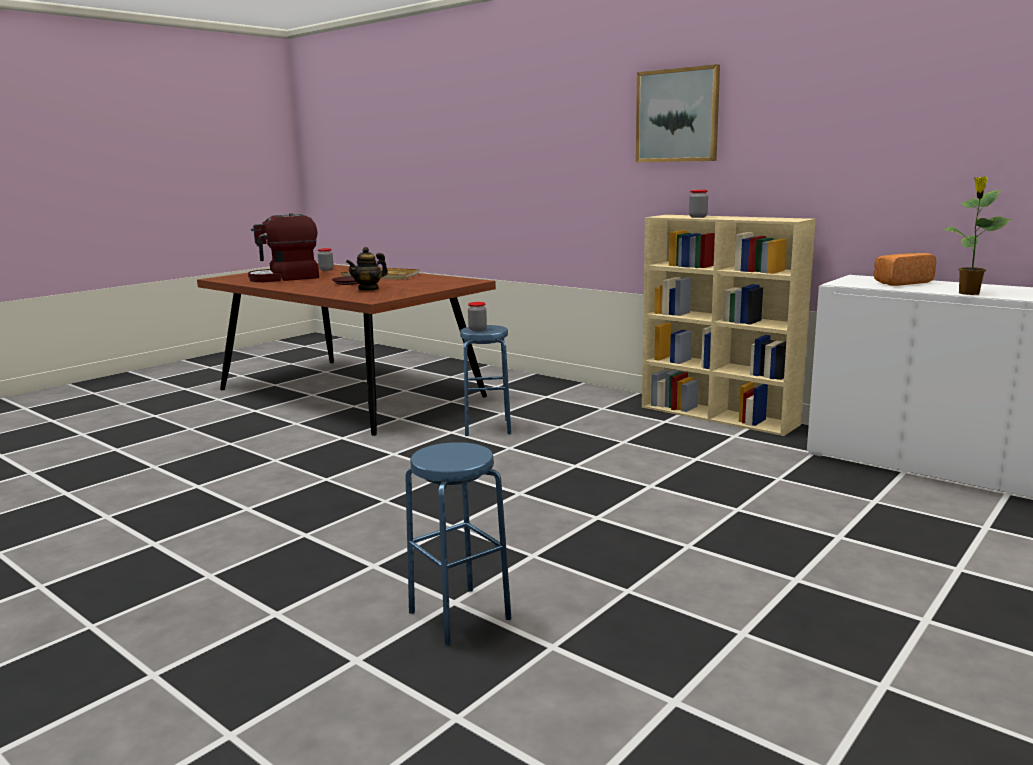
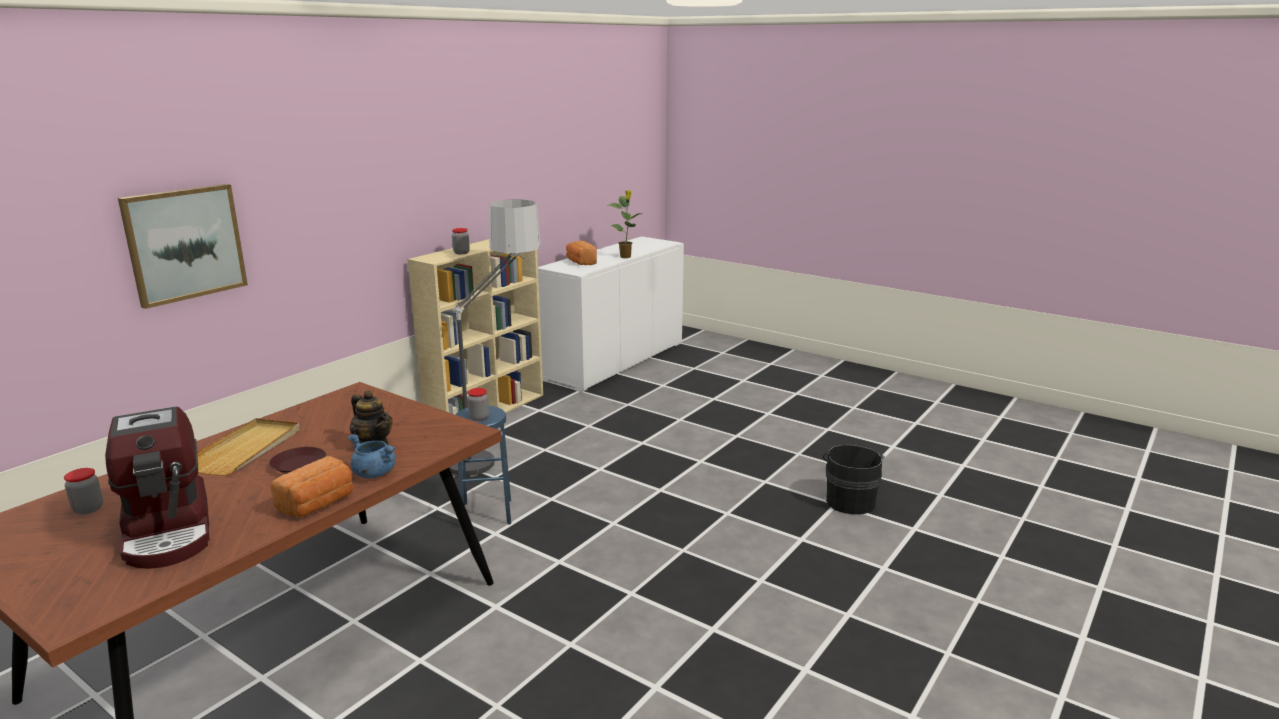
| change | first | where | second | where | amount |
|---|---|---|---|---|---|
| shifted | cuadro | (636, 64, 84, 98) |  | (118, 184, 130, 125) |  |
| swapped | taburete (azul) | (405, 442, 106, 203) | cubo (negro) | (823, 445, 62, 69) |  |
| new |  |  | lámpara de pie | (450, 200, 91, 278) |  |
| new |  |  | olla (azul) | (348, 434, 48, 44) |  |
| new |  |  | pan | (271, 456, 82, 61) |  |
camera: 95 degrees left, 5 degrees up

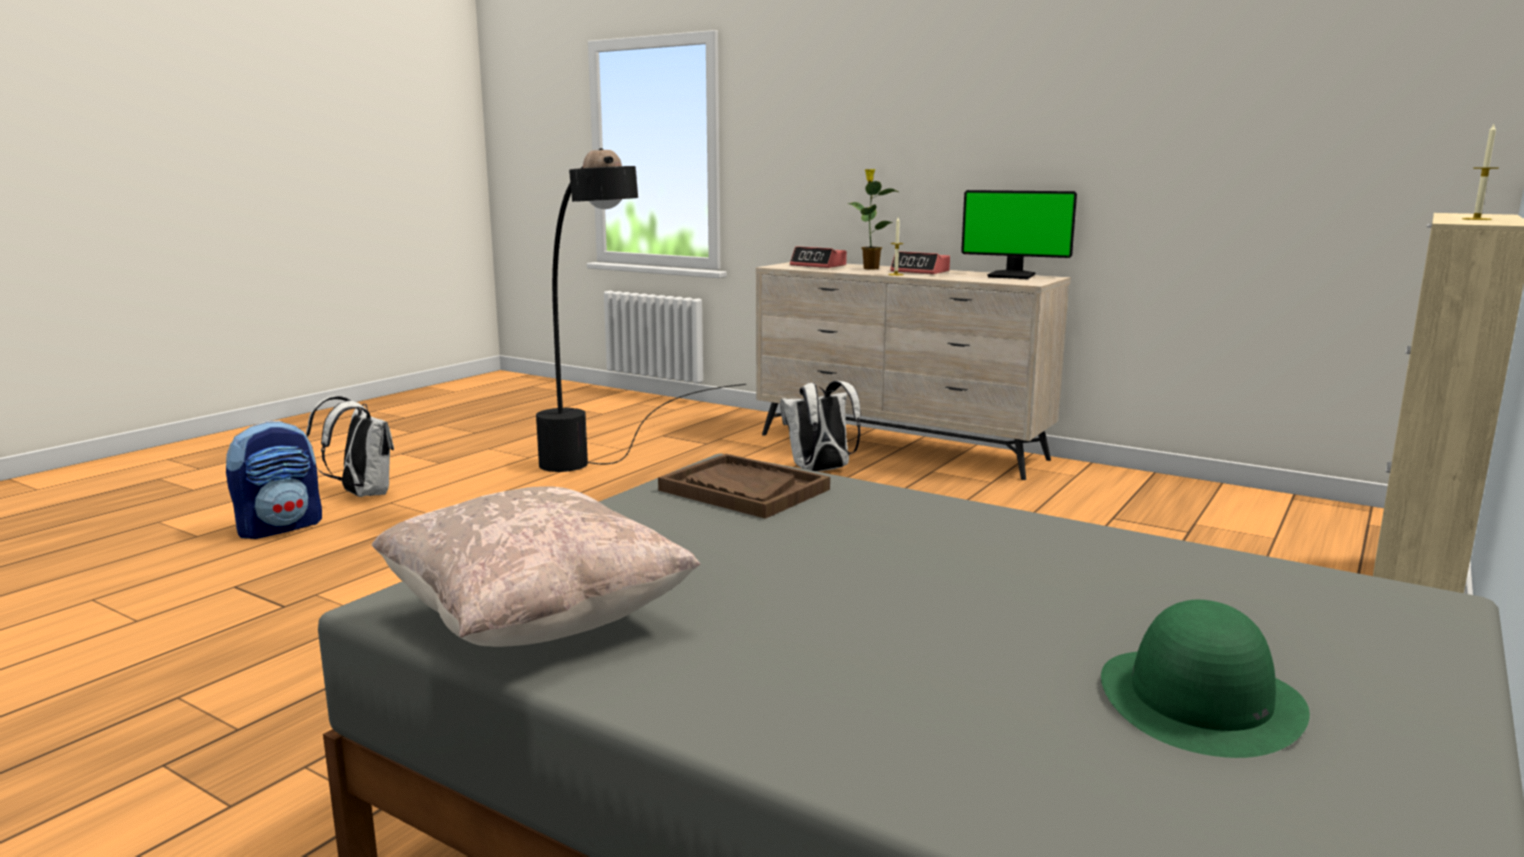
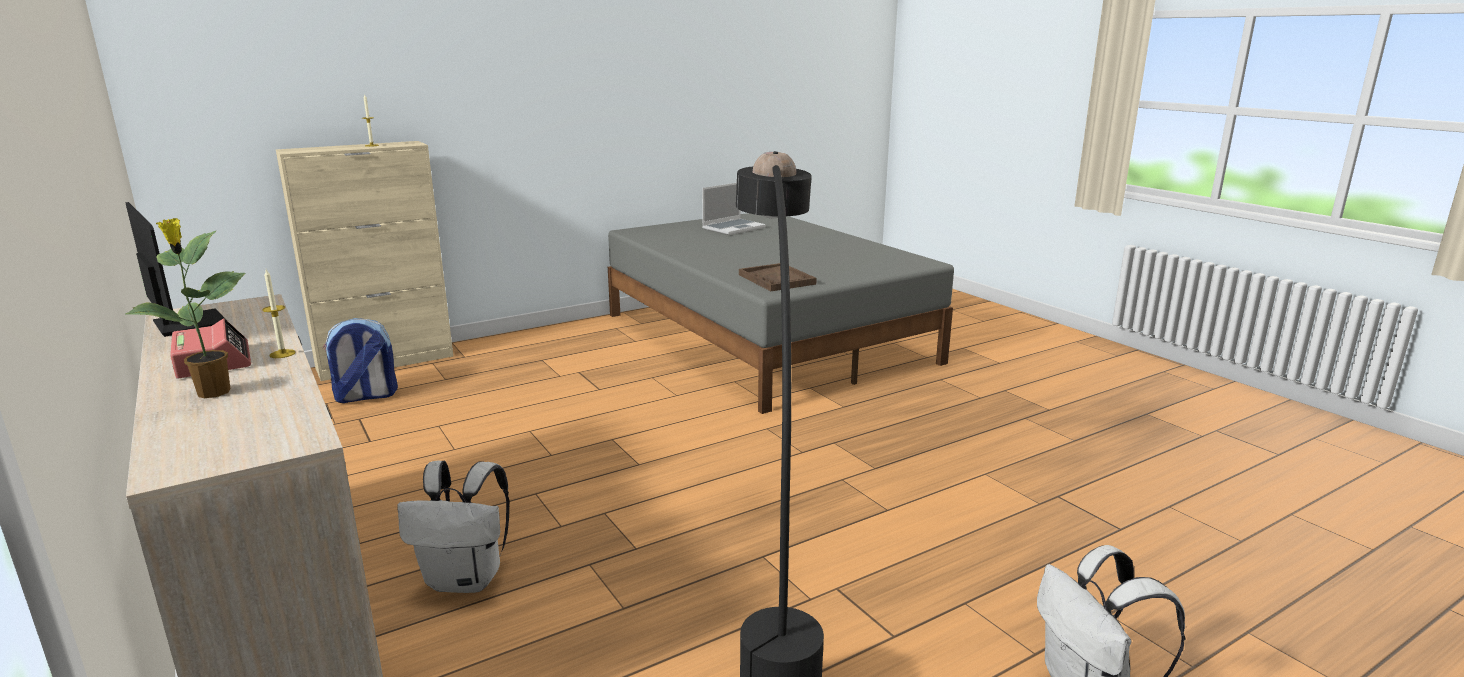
| change | first | where | second | where | amount |
|---|---|---|---|---|---|
| gone | despertador | (790, 246, 57, 22) |  |  |  |
| shifted | mochila | (226, 420, 96, 119) |  | (323, 318, 75, 85) |  |
| gone | cojín (beis) | (372, 486, 329, 161) |  |  |  |
| swapped | sombrero (verde) | (1101, 600, 209, 158) | portátil | (702, 183, 64, 52) |  |
camera: 155 degrees left, 5 degrees up

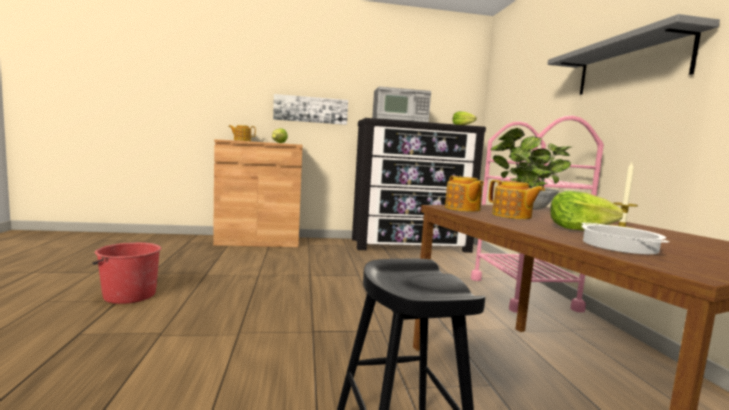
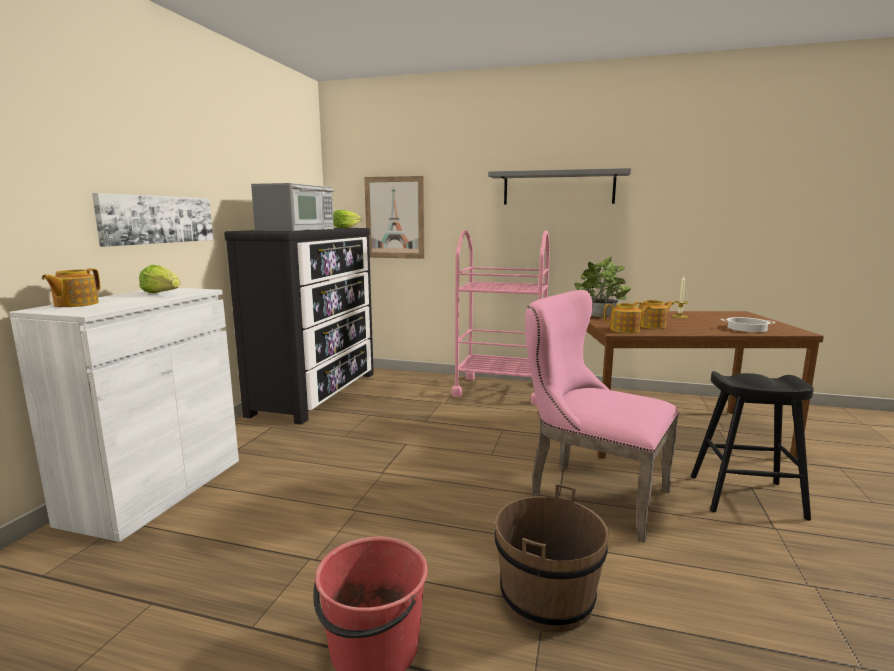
| change | first | where | second | where | amount |
|---|---|---|---|---|---|
| repainted | armario (marrón) | (213, 139, 90, 108) | armario (blanco) | (9, 288, 230, 254) |  |
| gone | lechuga | (550, 191, 73, 40) |  |  |  |
| new |  |  | cuadro | (364, 176, 61, 83) |  |
| new |  |  | silla (rosa) | (525, 290, 154, 253) |  |
| new |  |  | cubo (marrón) | (495, 484, 114, 149) |  |
camera: 65 degrees left, 5 degrees up

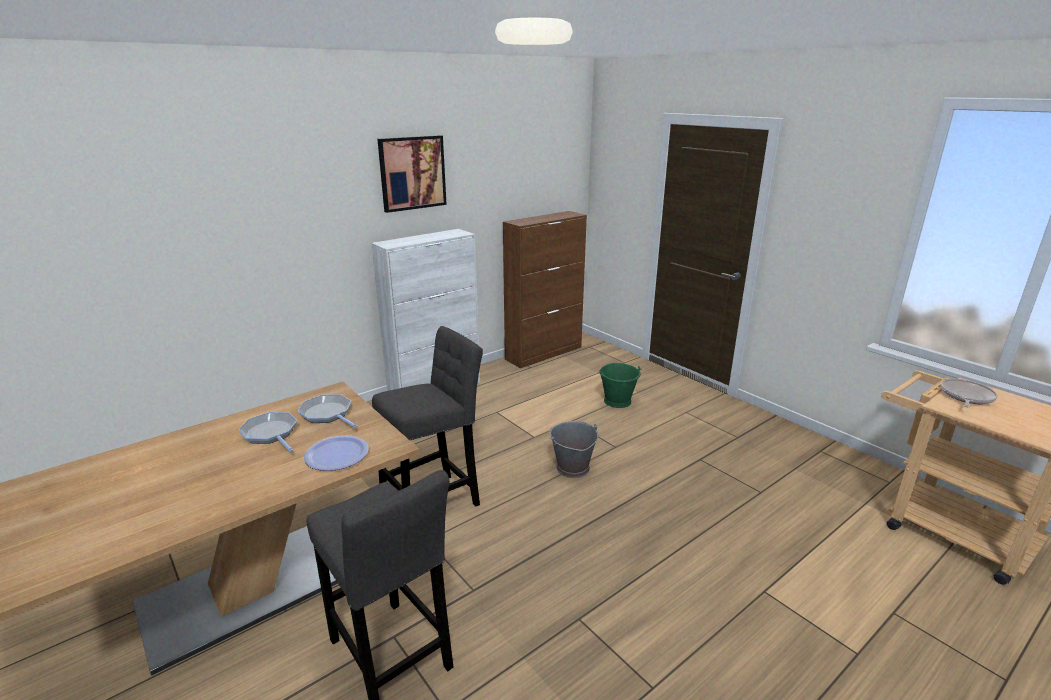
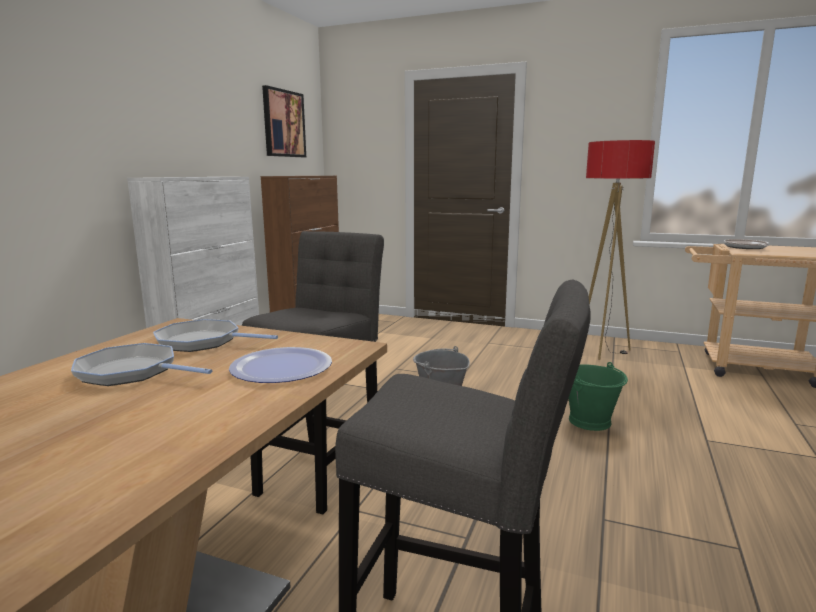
| change | first | where | second | where | amount |
|---|---|---|---|---|---|
| shifted | cuadro | (377, 135, 70, 78) |  | (262, 85, 44, 72) |  |
| shifted | cubo (verde) | (599, 363, 43, 45) |  | (569, 362, 59, 69) |  |
| new |  |  | lámpara de pie | (586, 140, 69, 220) |  |
camera: 30 degrees left, 10 degrees down

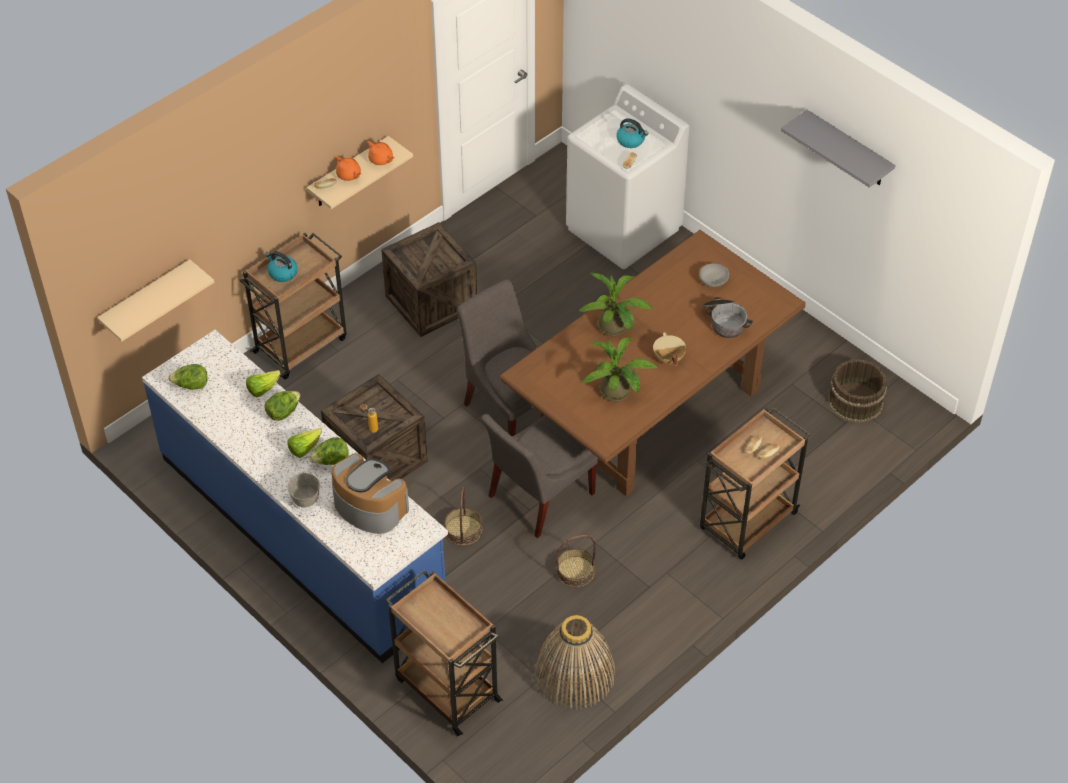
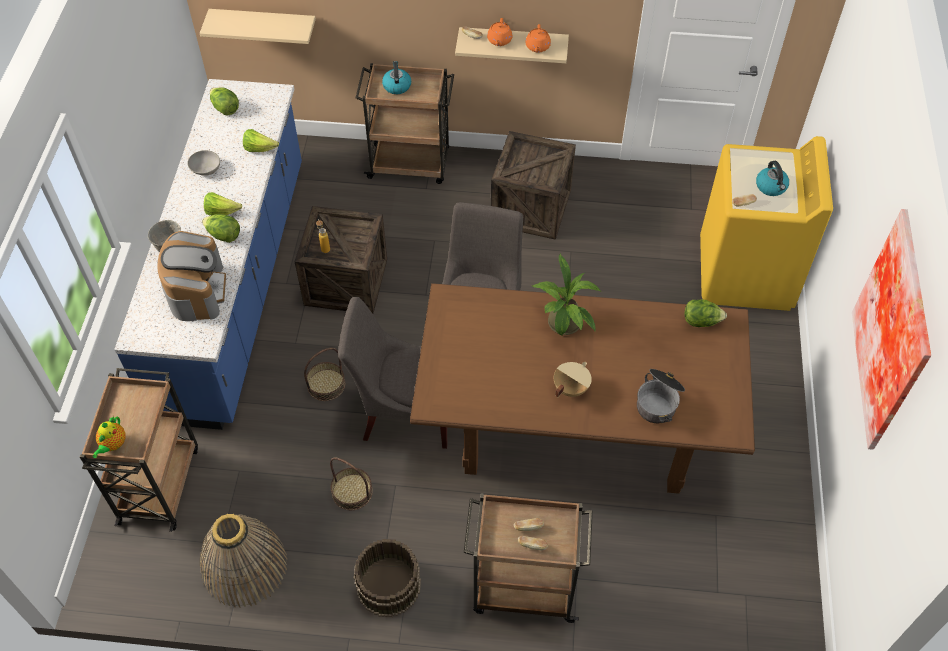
| change | first | where | second | where | amount |
|---|---|---|---|---|---|
| repainted | lavadora (blanco) | (566, 84, 123, 185) | lavadora (amarillo) | (700, 136, 133, 175) |  |
| swapped | estante (gris) | (781, 110, 115, 78) | cuadro | (852, 209, 79, 241) |  |
| shifted | cuenco (gris) | (699, 264, 30, 23) |  | (187, 150, 33, 26) |  |
| gone | planta en maceta | (581, 338, 78, 64) |  |  |  |
| shifted | cubo (marrón) | (828, 359, 59, 64) |  | (354, 539, 67, 78) |  |
| shifted | lechuga | (264, 391, 36, 30) |  | (685, 299, 42, 28) |  |
| new |  |  | tetera | (92, 416, 33, 42) |  |
camera: 50 degrees right, 5 degrees up

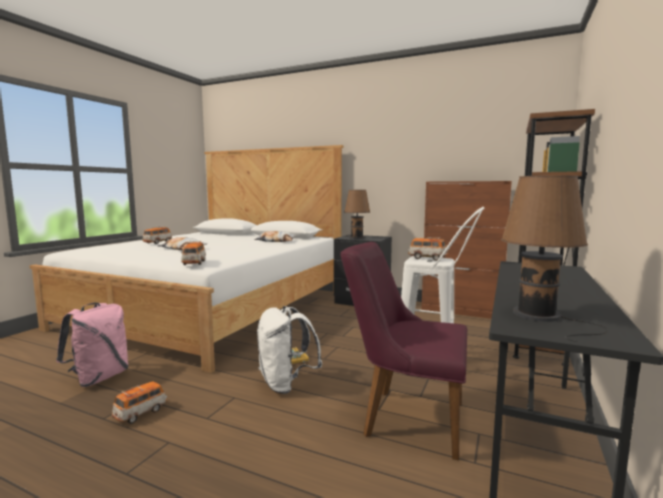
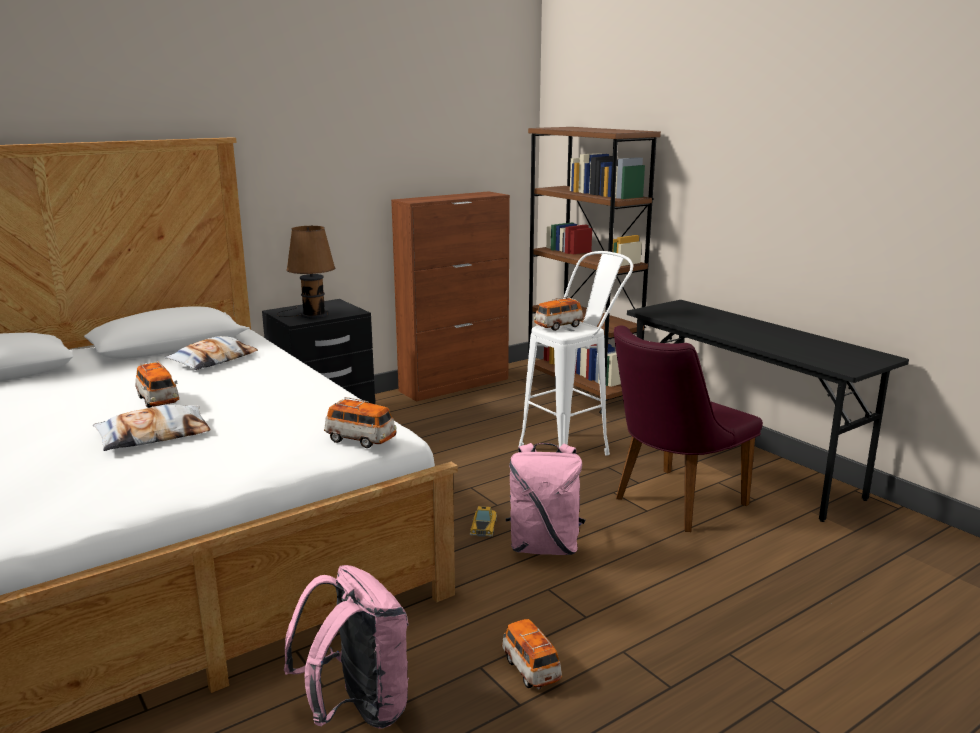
| change | first | where | second | where | amount |
|---|---|---|---|---|---|
| gone | lámpara de mesa (marrón) | (501, 175, 107, 167) |  |  |  |
| shifted | coche de juguete | (142, 226, 30, 18) |  | (135, 361, 44, 47) |  |
| repainted | mochila (blanco) | (257, 306, 65, 88) | mochila (rosa) | (506, 443, 79, 112) |  |
camera: 60 degrees left, 10 degrees up

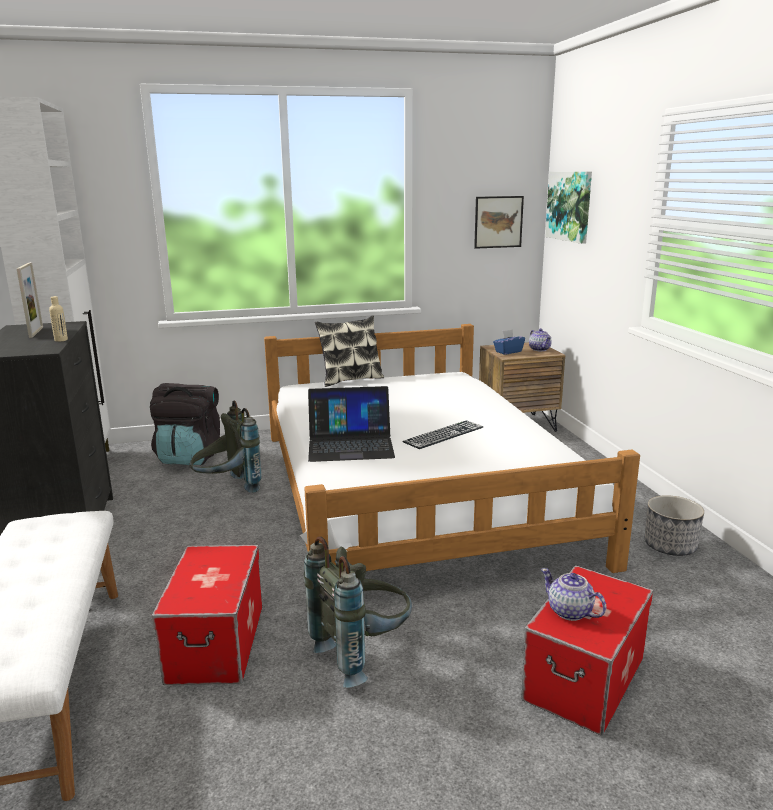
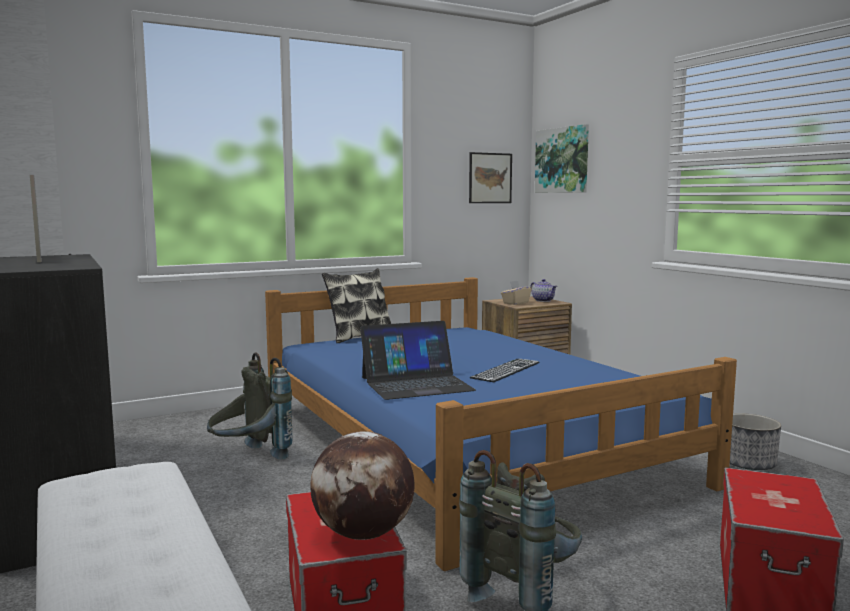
| change | first | where | second | where | amount |
|---|---|---|---|---|---|
| gone | botella (beis) | (49, 296, 19, 46) |  |  |  |
| repainted | cama (blanco) | (264, 324, 376, 249) | cama (azul) | (265, 277, 472, 294) |  |
| repainted | caja de pañuelos (azul) | (493, 329, 32, 26) | caja de pañuelos (beis) | (501, 280, 30, 25) |  |
| gone | mochila (negro) | (150, 383, 70, 82) |  |  |  |
| gone | tetera | (541, 568, 66, 53) |  |  |  |
| new |  |  | globo terráqueo | (310, 431, 104, 109) |  |
camera: 15 degrees left, 10 degrees down

